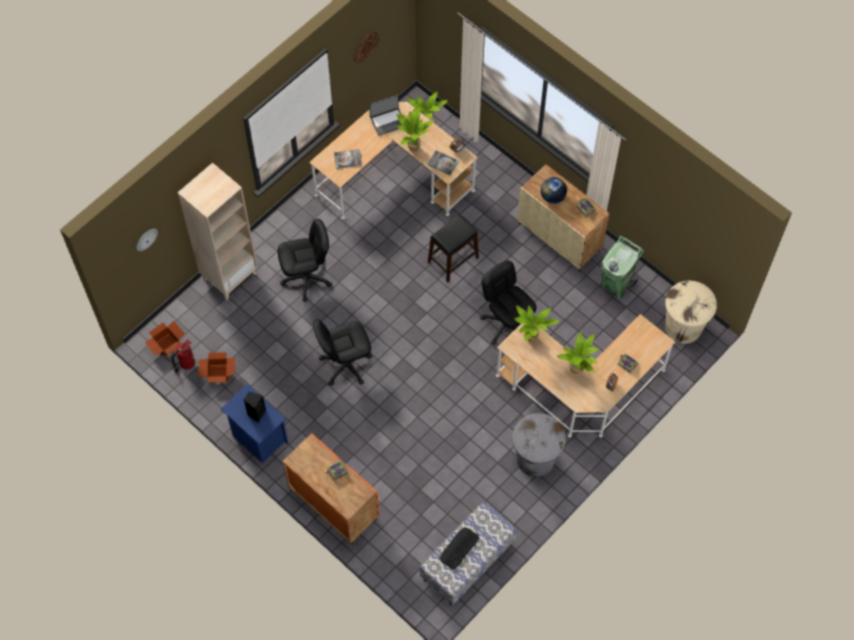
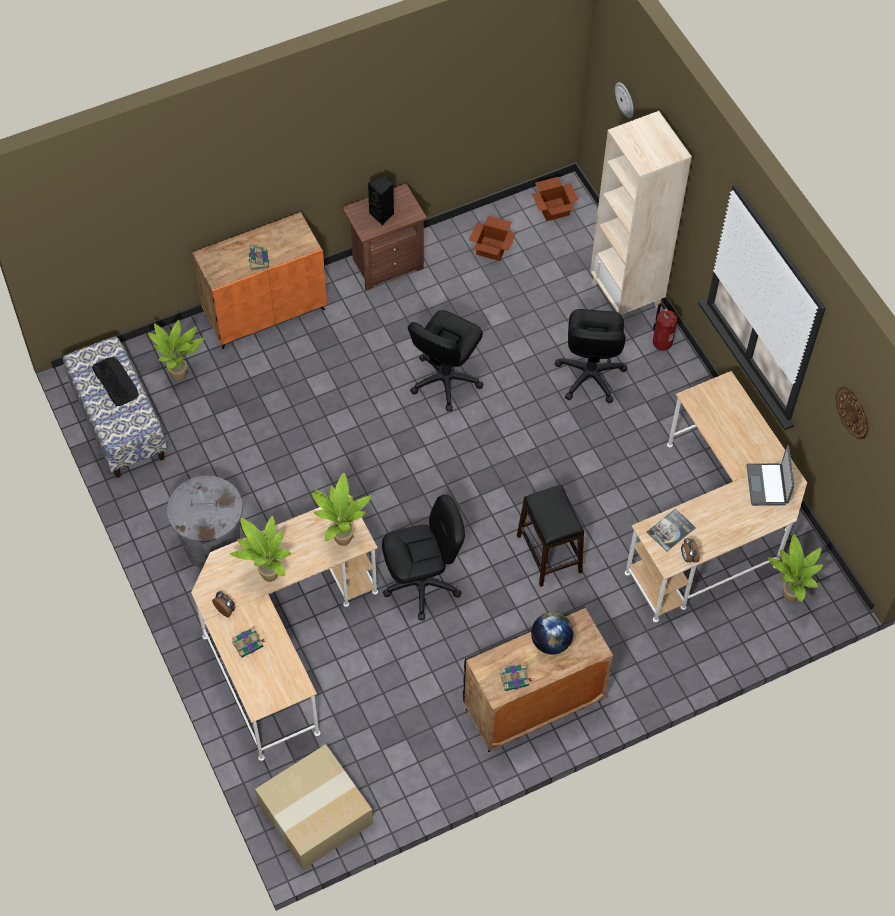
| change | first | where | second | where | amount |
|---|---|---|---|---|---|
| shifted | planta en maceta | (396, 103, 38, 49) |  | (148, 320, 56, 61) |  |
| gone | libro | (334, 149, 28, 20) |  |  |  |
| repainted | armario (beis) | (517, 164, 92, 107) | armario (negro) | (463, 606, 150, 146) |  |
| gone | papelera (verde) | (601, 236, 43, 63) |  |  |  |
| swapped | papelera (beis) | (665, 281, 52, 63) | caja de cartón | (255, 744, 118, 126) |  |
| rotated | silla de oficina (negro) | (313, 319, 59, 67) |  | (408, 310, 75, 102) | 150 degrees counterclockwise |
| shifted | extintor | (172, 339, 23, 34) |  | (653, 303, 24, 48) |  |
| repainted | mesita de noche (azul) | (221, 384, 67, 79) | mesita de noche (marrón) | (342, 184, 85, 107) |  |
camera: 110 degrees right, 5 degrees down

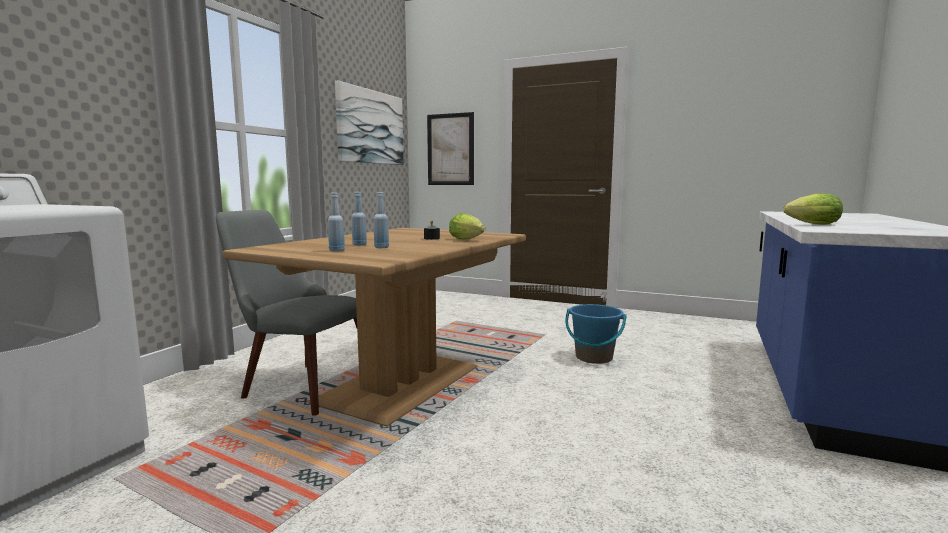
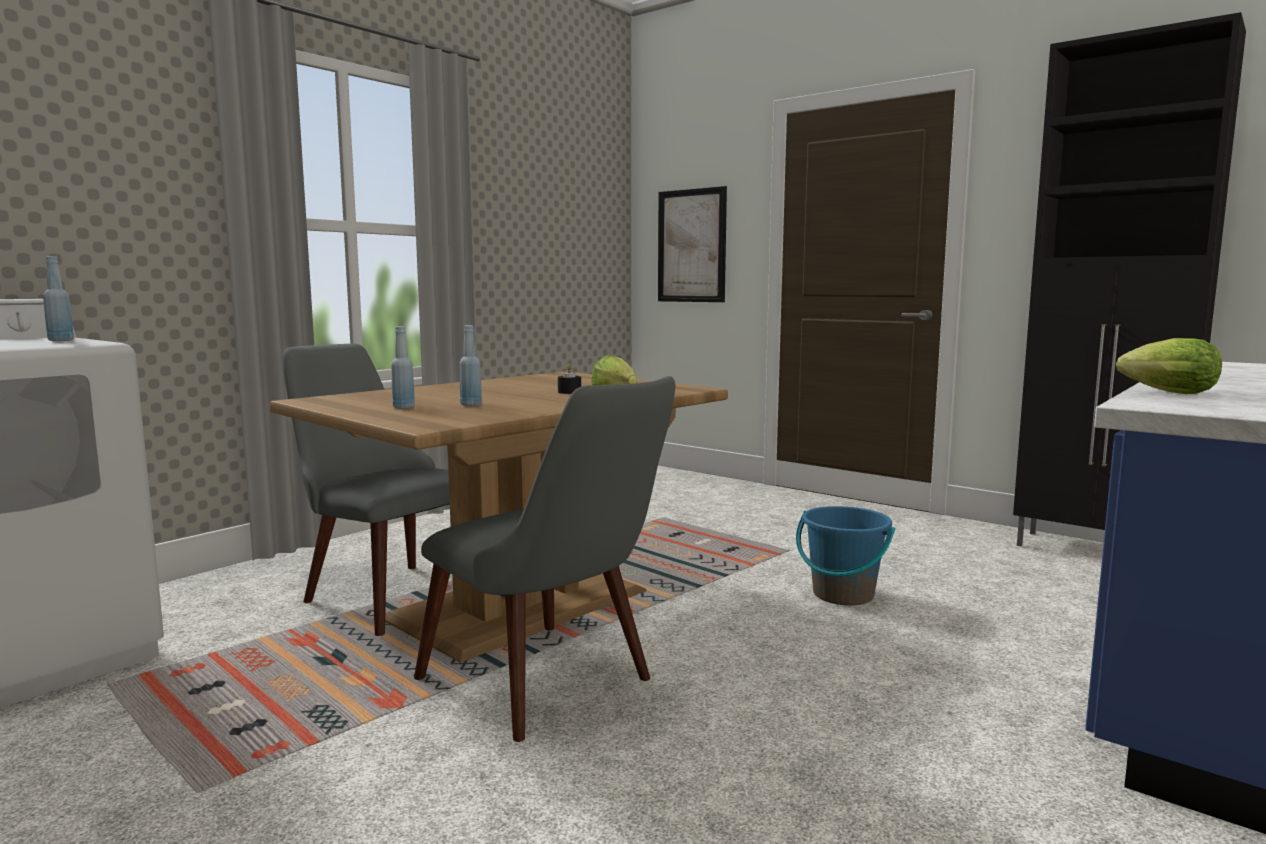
| change | first | where | second | where | amount |
|---|---|---|---|---|---|
| gone | cuadro | (335, 80, 69, 85) |  |  |  |
| shifted | botella (azul) | (352, 192, 15, 54) |  | (43, 256, 31, 85) |  |
| new |  |  | armario (negro) | (1013, 12, 233, 534) |  |
| new |  |  | silla (gris) | (414, 376, 262, 366) |  |
camera: 15 degrees right, 0 degrees up

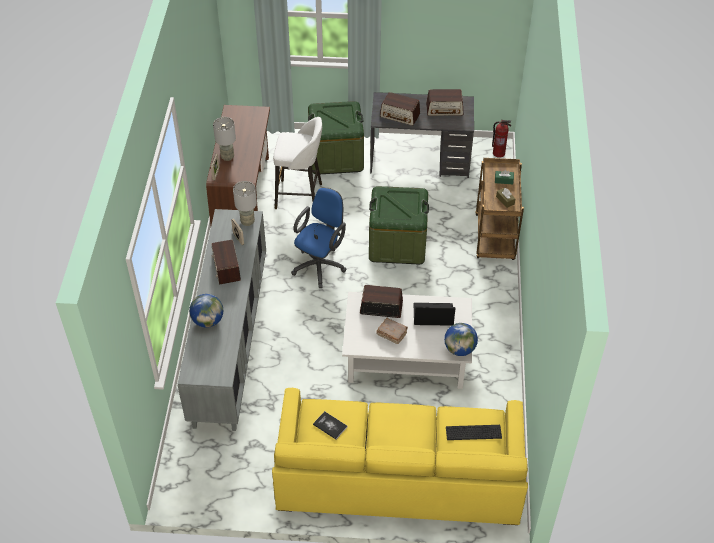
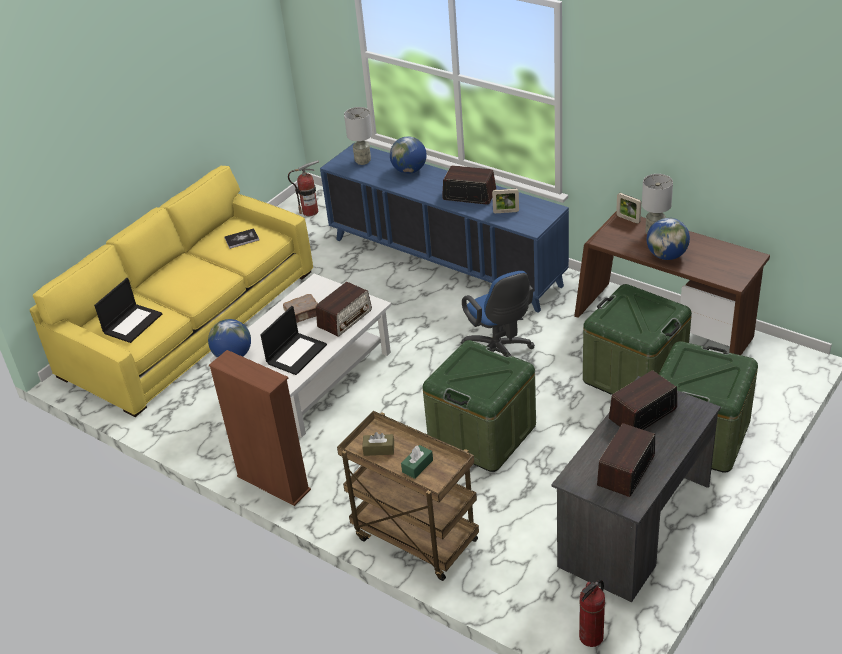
| change | first | where | second | where | amount |
|---|---|---|---|---|---|
| swapped | taburete (blanco) | (273, 117, 49, 92) | caja de almacenaje (verde) | (583, 284, 109, 111) |  |
| shifted | lámpara de mesa (gris) | (233, 181, 24, 45) |  | (344, 107, 28, 58) |  |
| repainted | armario (gris) | (178, 209, 88, 222) | armario (azul) | (320, 143, 249, 170) |  |
| swapped | teclado | (446, 425, 56, 15) | portátil | (94, 278, 68, 65) |  |
| new |  |  | extintor | (288, 160, 31, 56) |  |
| new |  |  | globo terráqueo | (647, 218, 43, 42) |  |
| new |  |  | estantería (marrón) | (209, 350, 102, 156) |  |
camera: 125 degrees right, 10 degrees down

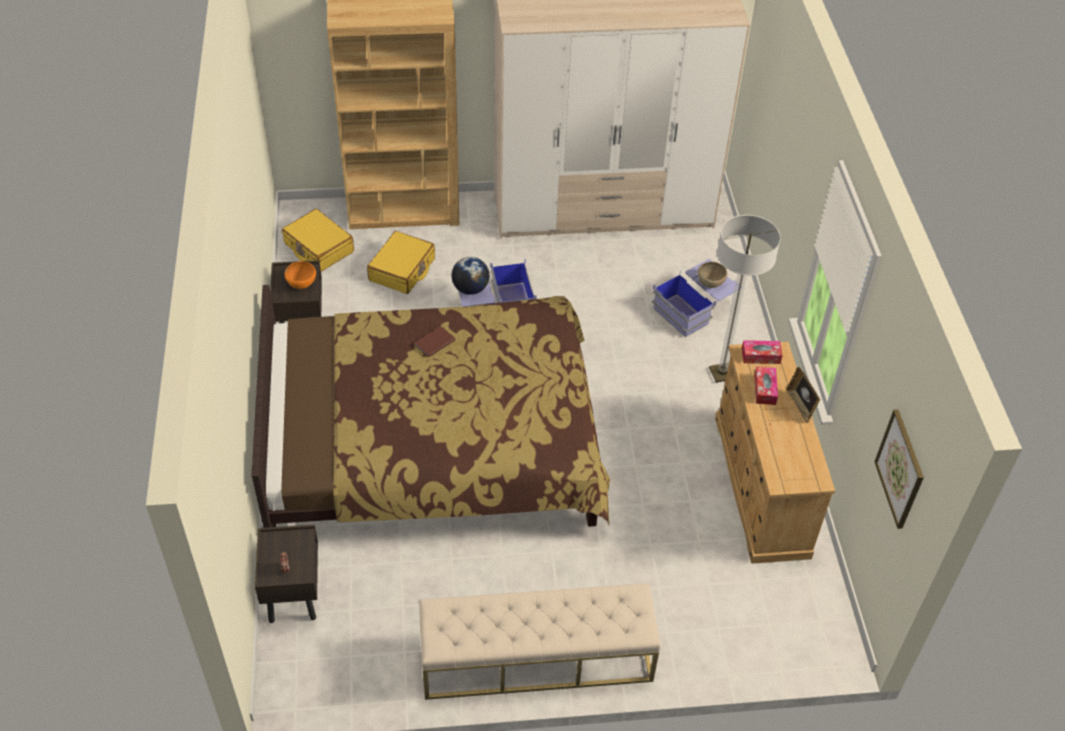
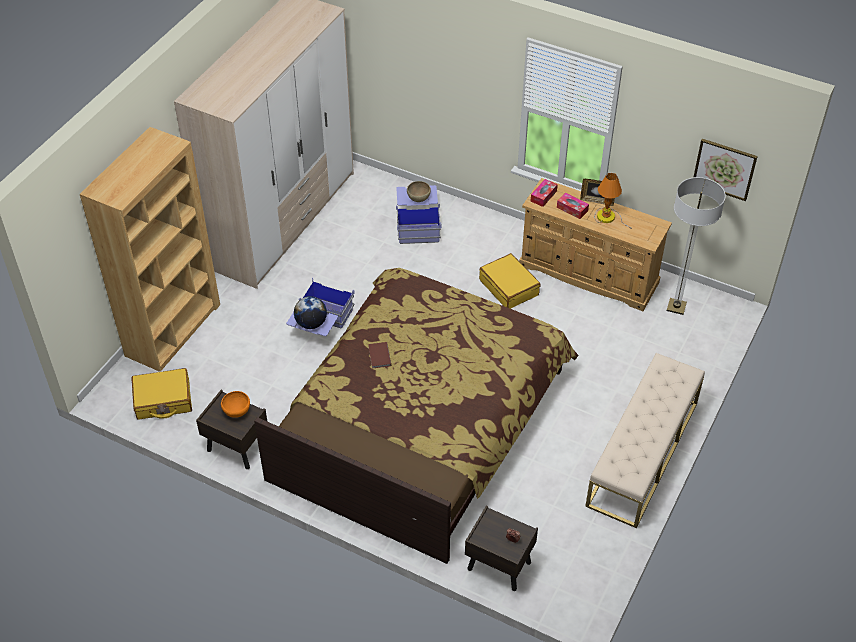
| change | first | where | second | where | amount |
|---|---|---|---|---|---|
| shifted | lámpara de pie | (709, 215, 72, 168) |  | (667, 177, 59, 138) |  |
| shifted | maleta (amarillo) | (367, 231, 68, 63) |  | (479, 253, 61, 56) |  |
| new |  |  | lámpara de mesa | (594, 173, 38, 56) |  |
camera: 55 degrees left, 0 degrees up

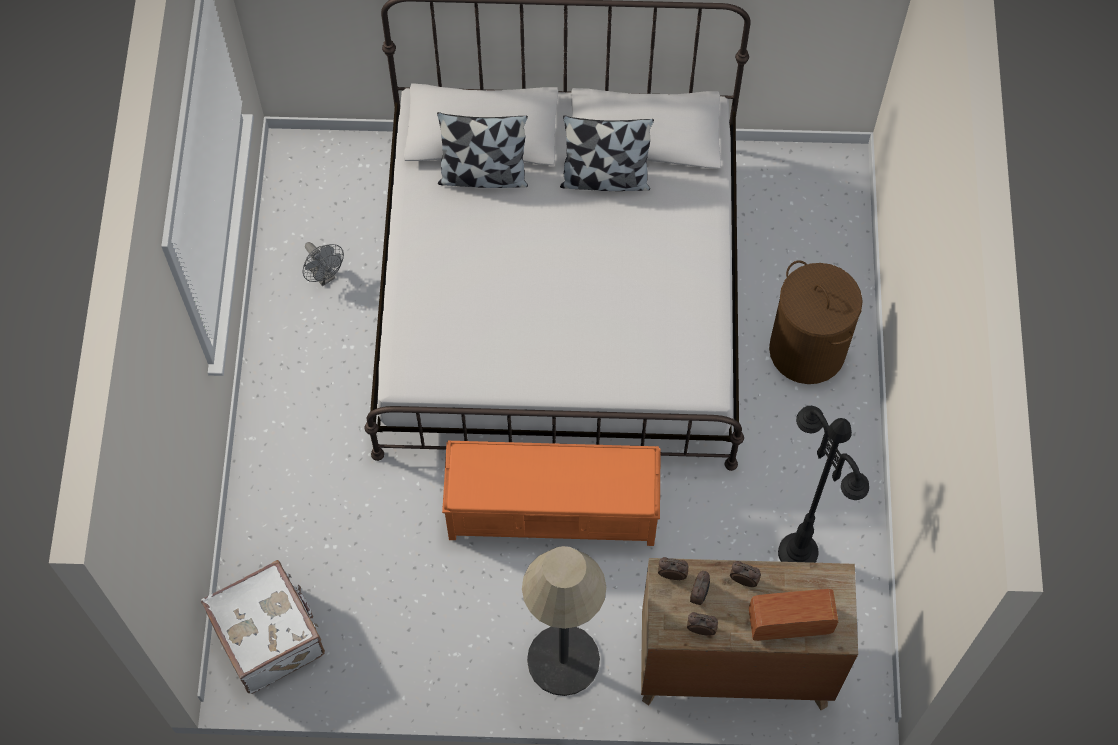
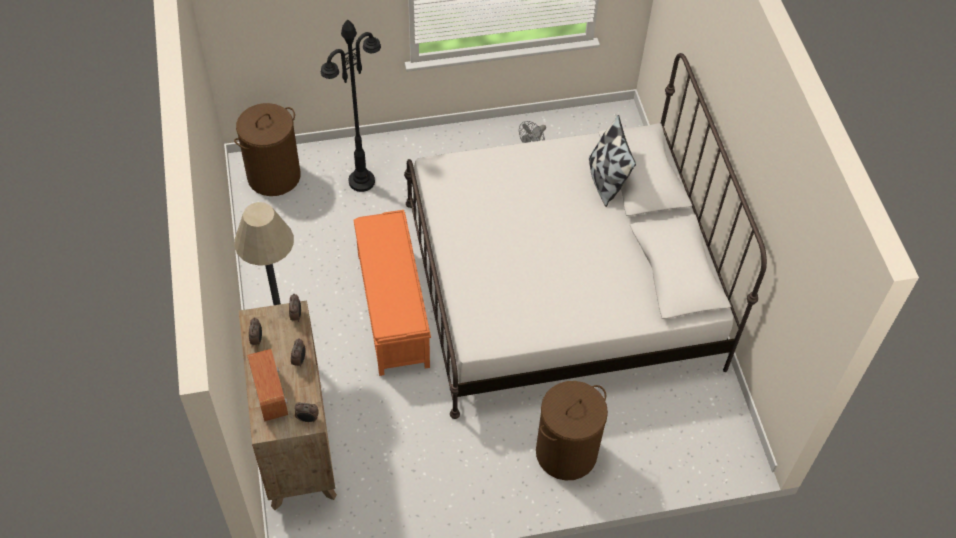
| change | first | where | second | where | amount |
|---|---|---|---|---|---|
| gone | cojín | (560, 115, 94, 76) |  |  |  |
| shifted | lámpara de pie (negro) | (778, 406, 91, 157) |  | (321, 20, 60, 172) |  |
| swapped | maleta (blanco) | (201, 560, 124, 134) | cesto de la ropa (marrón) | (234, 103, 66, 93) |  |
| shifted | despertador | (690, 571, 20, 34) |  | (295, 402, 24, 20) |  |
camera: 75 degrees right, 10 degrees down

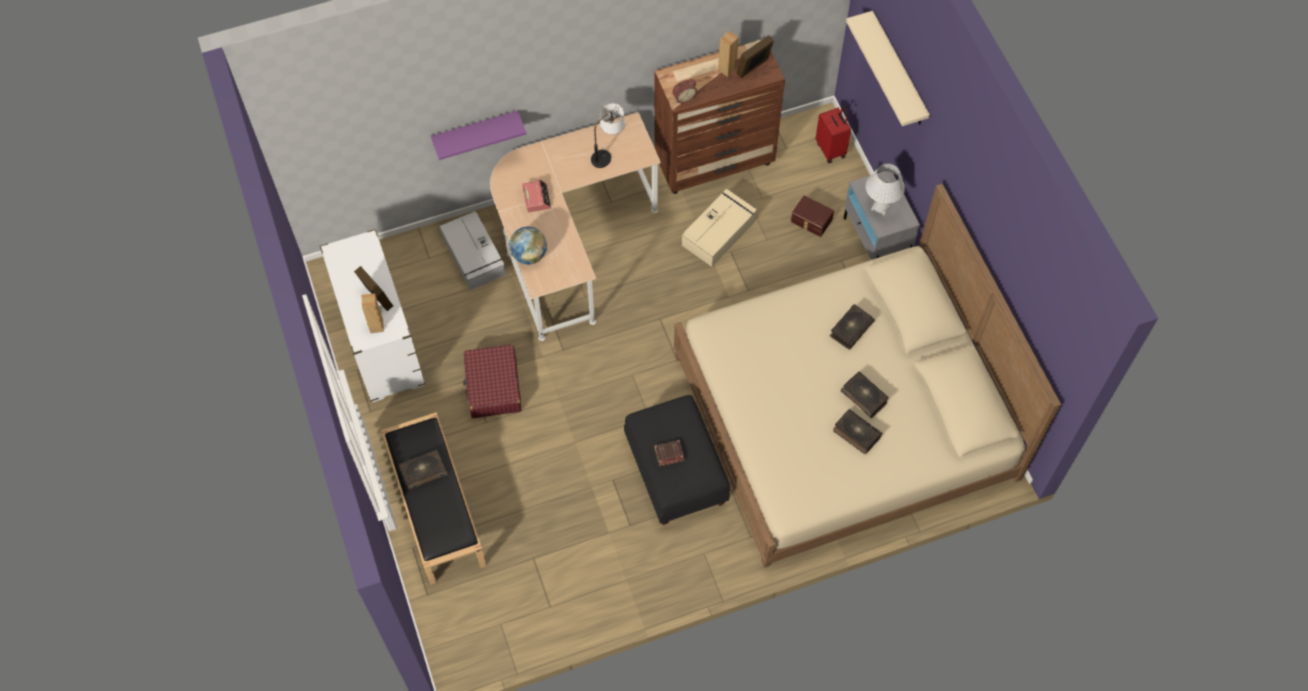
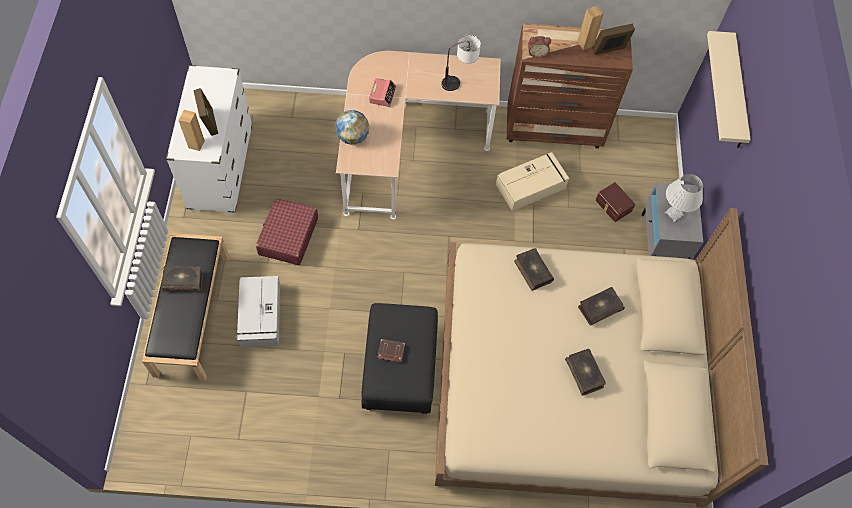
| change | first | where | second | where | amount |
|---|---|---|---|---|---|
| gone | maleta (rojo) | (816, 106, 35, 57) |  |  |  |
| gone | estante (morado) | (431, 111, 95, 49) |  |  |  |
| shifted | caja de almacenaje (gris) | (440, 211, 66, 79) |  | (237, 276, 43, 71) |  |
| shifted | libro | (833, 408, 49, 46) |  | (514, 248, 40, 43) |  |
camera: 20 degrees right, 0 degrees up

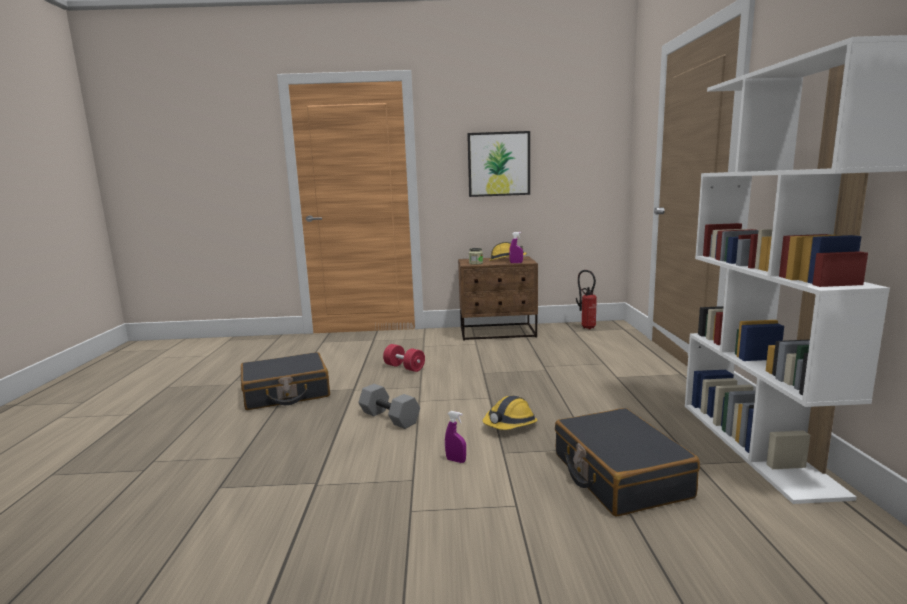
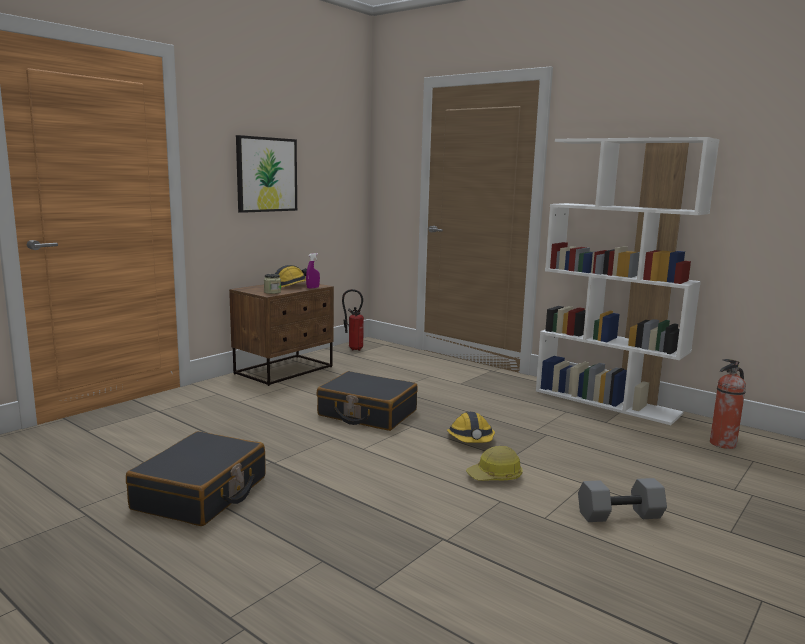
| change | first | where | second | where | amount |
|---|---|---|---|---|---|
| gone | mancuerna (rojo) | (383, 344, 42, 28) |  |  |  |
| shifted | mancuerna (gris) | (358, 384, 62, 45) |  | (578, 478, 89, 44) |  |
| shifted | maleta (negro) | (555, 408, 145, 109) |  | (316, 371, 102, 60) |  |
| swapped | pulverizador (morado) | (445, 411, 21, 52) | casco | (466, 446, 57, 35) |  |
| new |  |  | extintor | (710, 359, 36, 90) |  |
camera: 50 degrees left, 0 degrees up

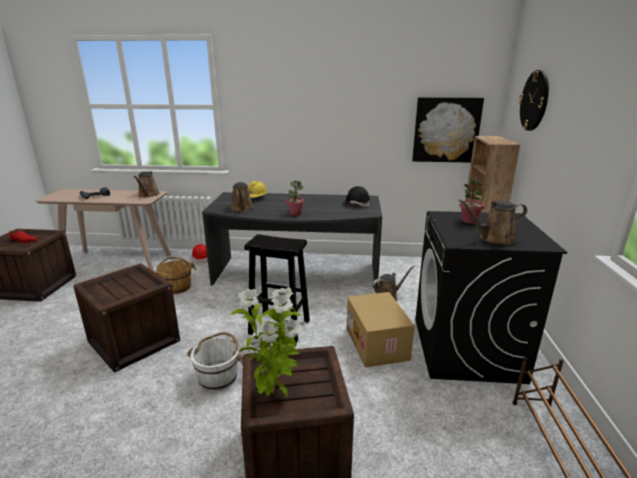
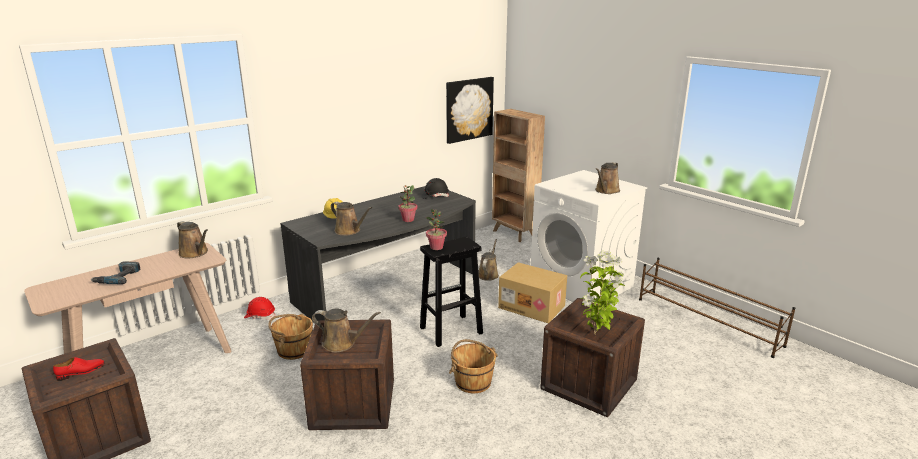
| change | first | where | second | where | amount |
|---|---|---|---|---|---|
| gone | reloj de pared | (519, 70, 30, 61) |  |  |  |
| shifted | planta en maceta | (459, 177, 25, 47) |  | (426, 209, 21, 41) |  |
| repainted | lavadora (negro) | (415, 211, 152, 173) | lavadora (blanco) | (531, 170, 116, 132) |  |
| repainted | cubo (blanco) | (187, 332, 56, 59) | cubo (marrón) | (449, 339, 49, 54) |  |
| new |  |  | regadera (marrón) | (312, 309, 69, 43) |  |
camera: 45 degrees left, 0 degrees up

